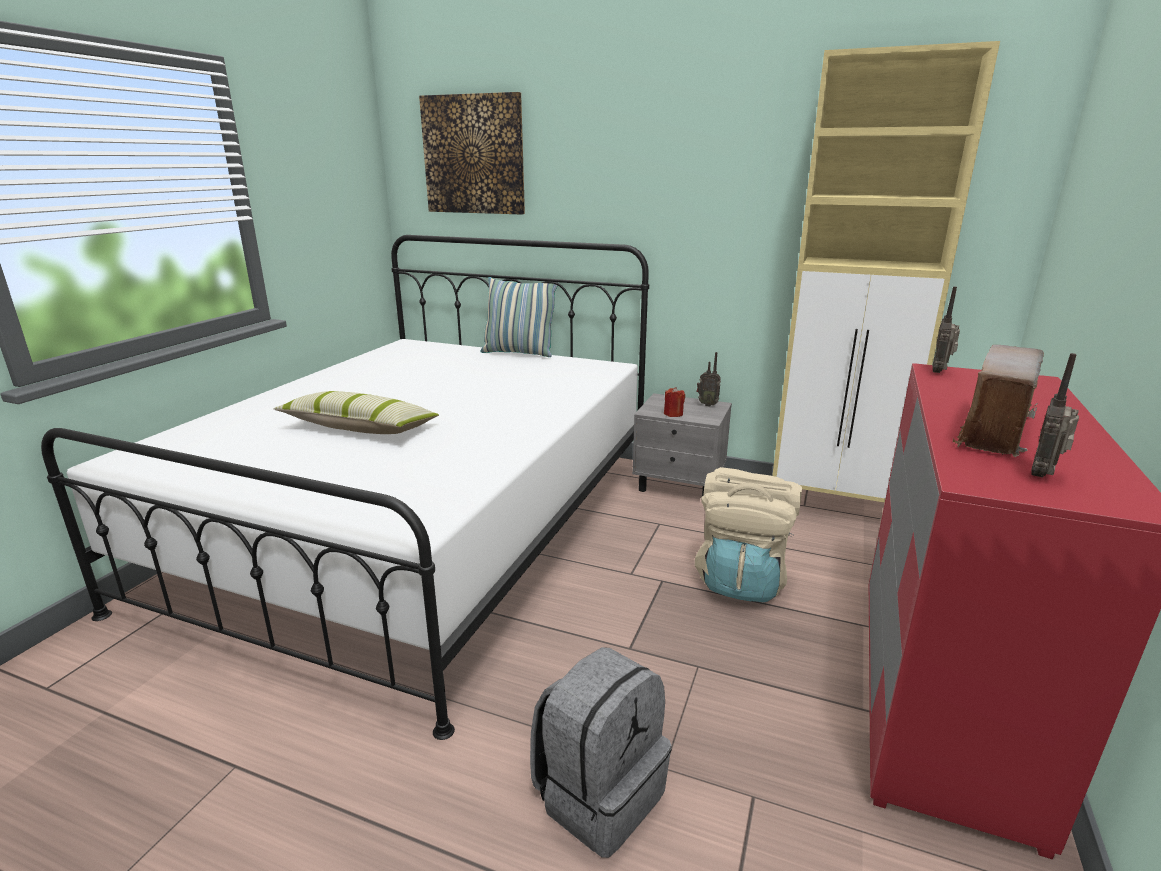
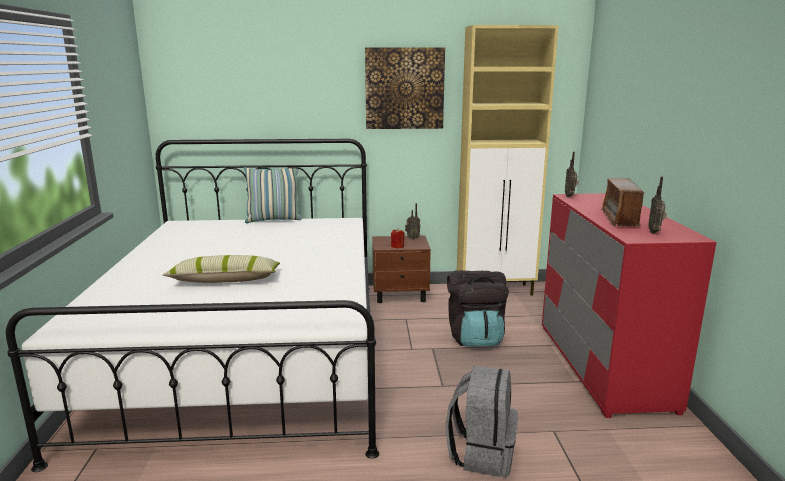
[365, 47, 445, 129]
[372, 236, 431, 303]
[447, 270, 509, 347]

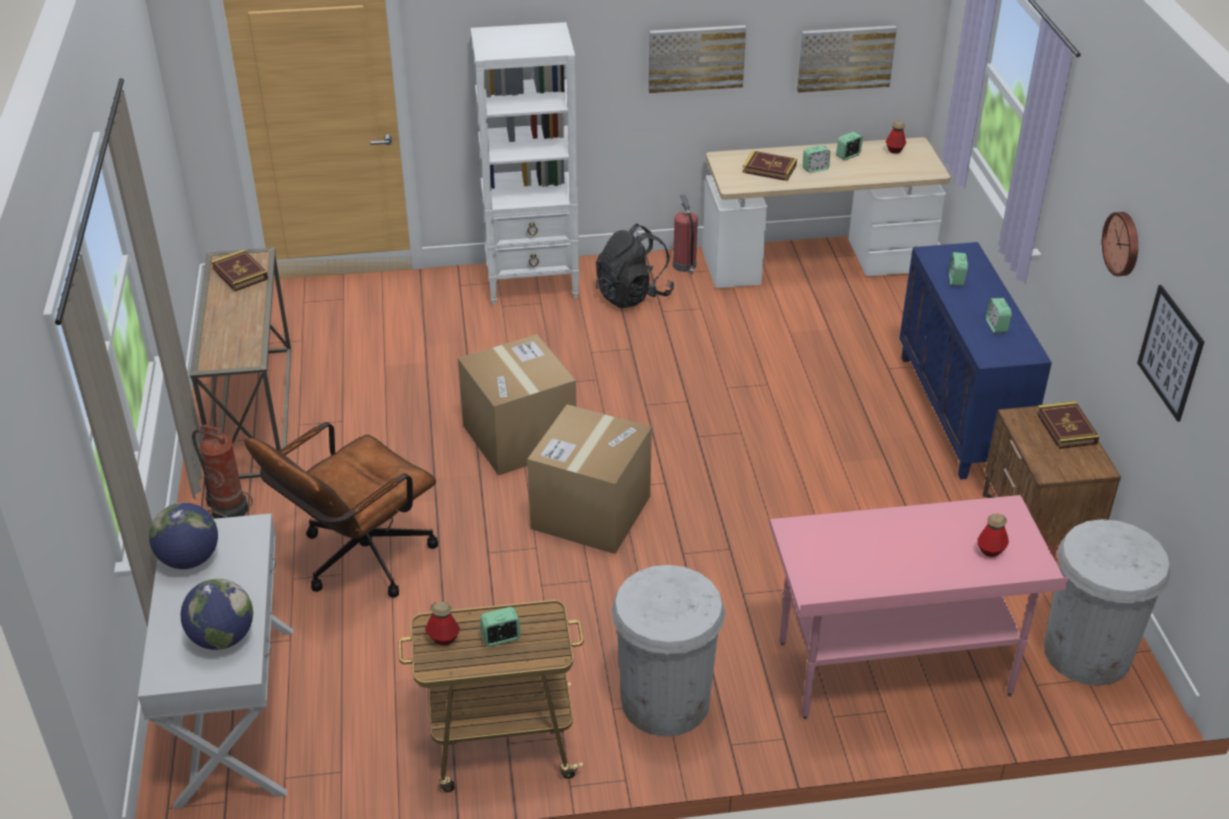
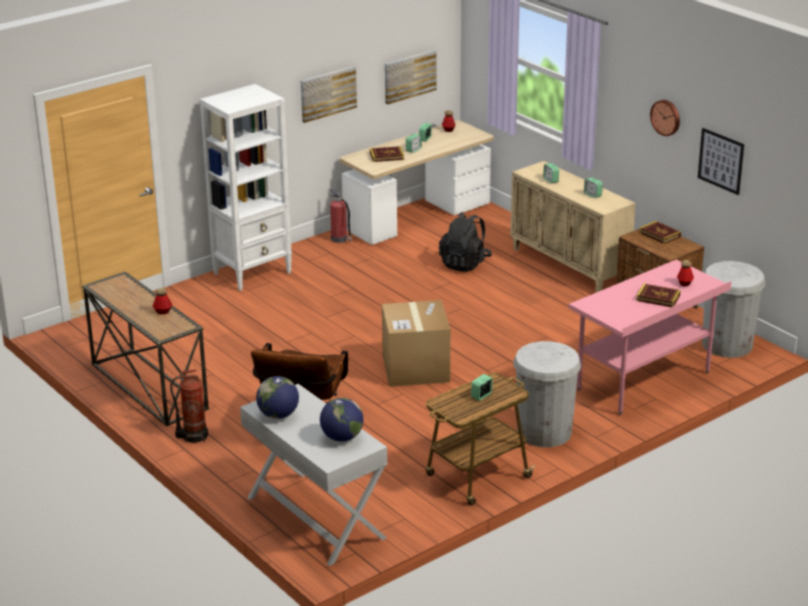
[439, 212, 492, 272]
[510, 161, 636, 292]
[636, 284, 681, 307]
[458, 334, 576, 476] (first image)
[153, 288, 172, 314]

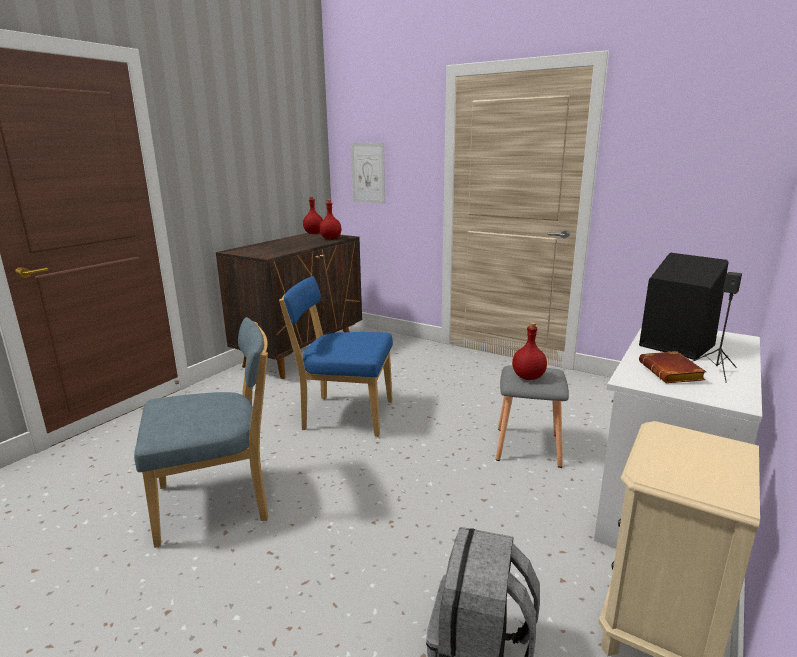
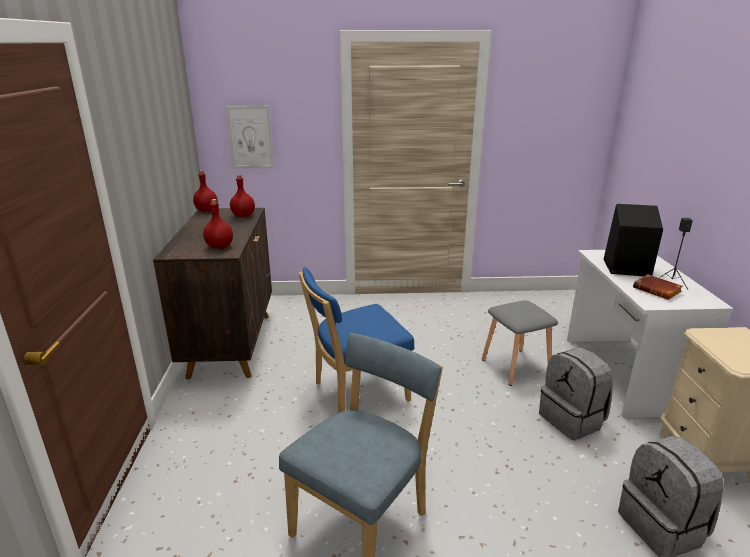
[203, 199, 233, 249]
[539, 347, 613, 440]

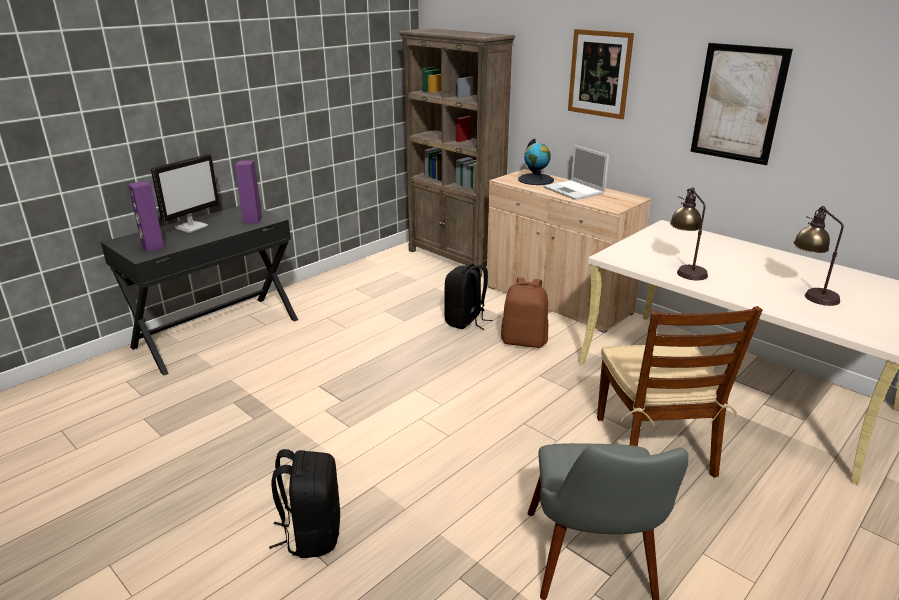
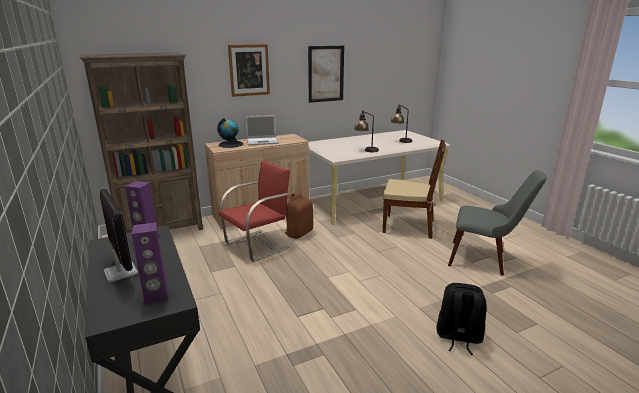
[219, 161, 290, 262]

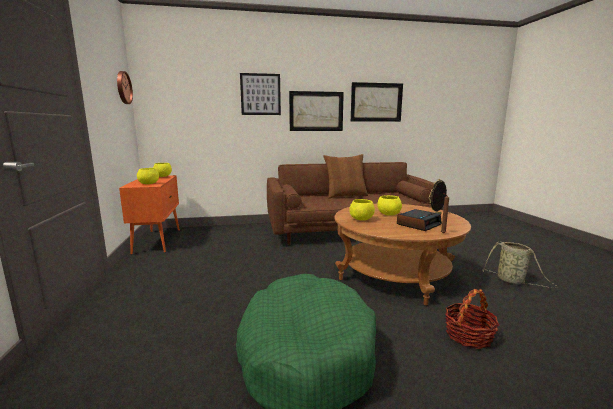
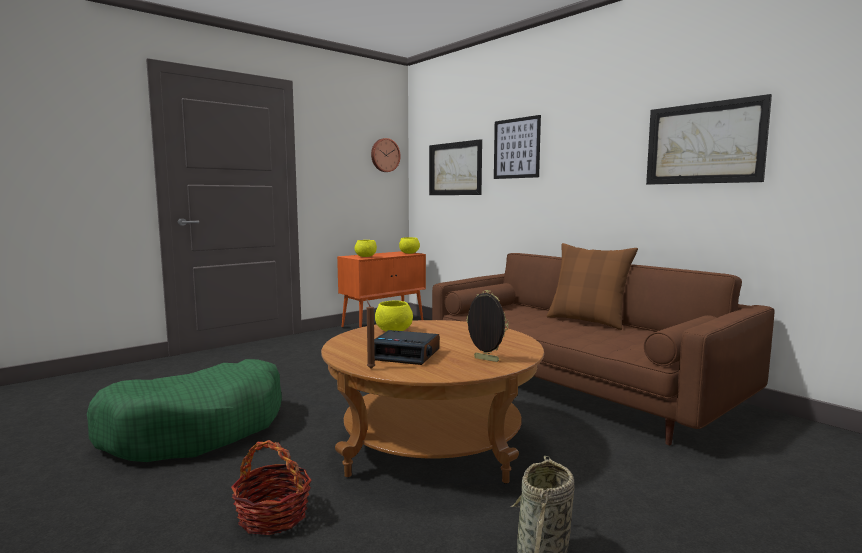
[429, 139, 482, 195]
[377, 195, 402, 216] (first image)

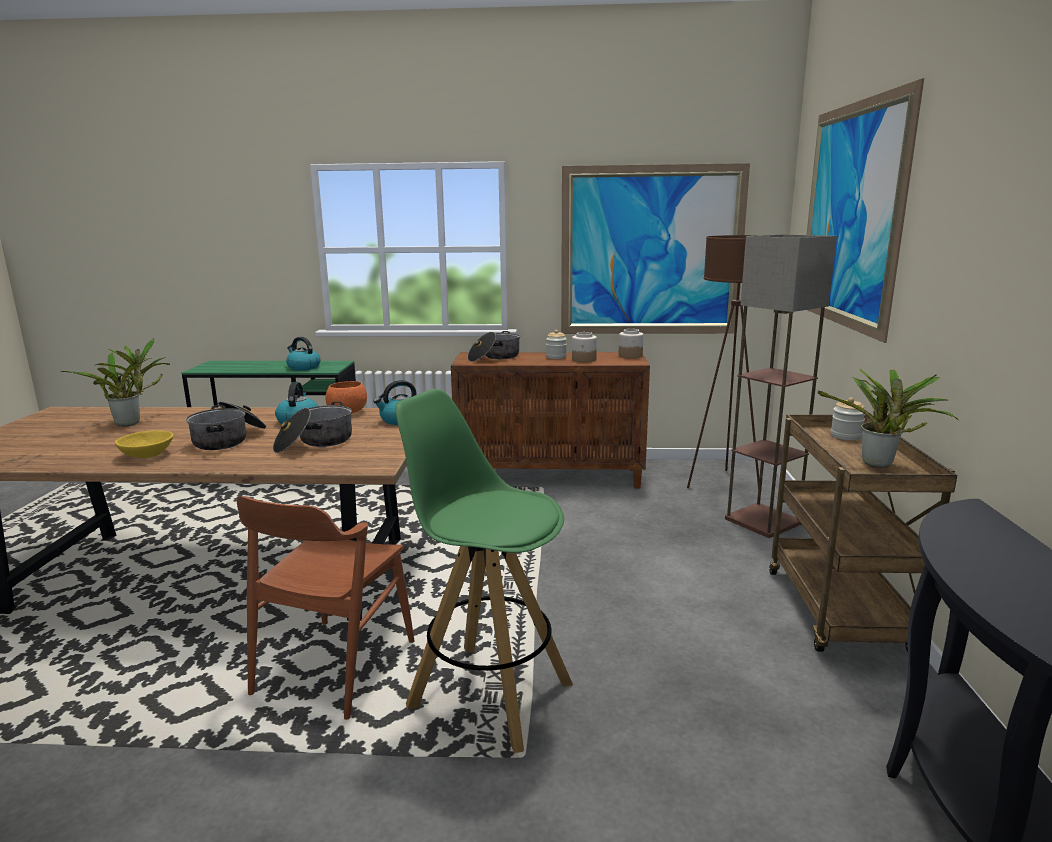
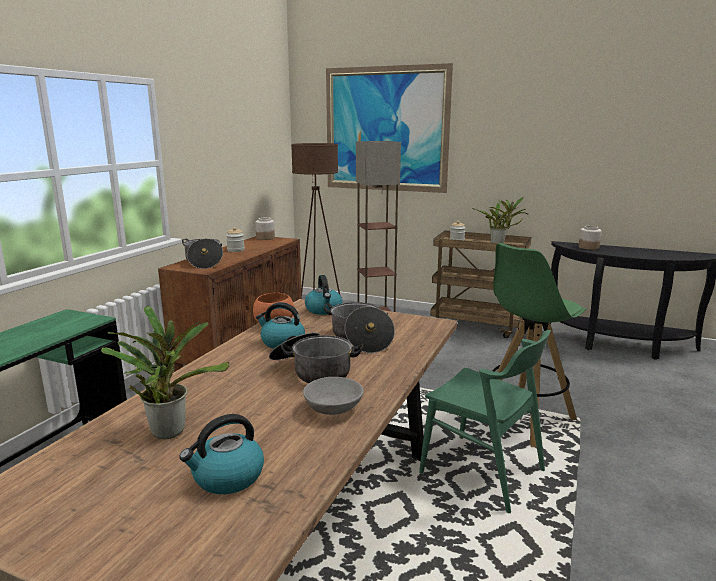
[561, 163, 750, 334] (first image)
[579, 226, 602, 250]
[179, 414, 264, 494]
[303, 377, 364, 415]
[419, 330, 551, 513]

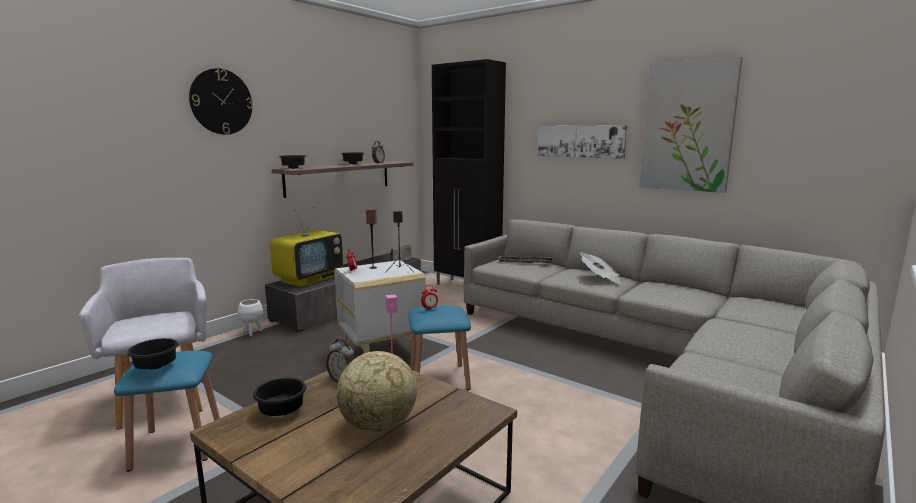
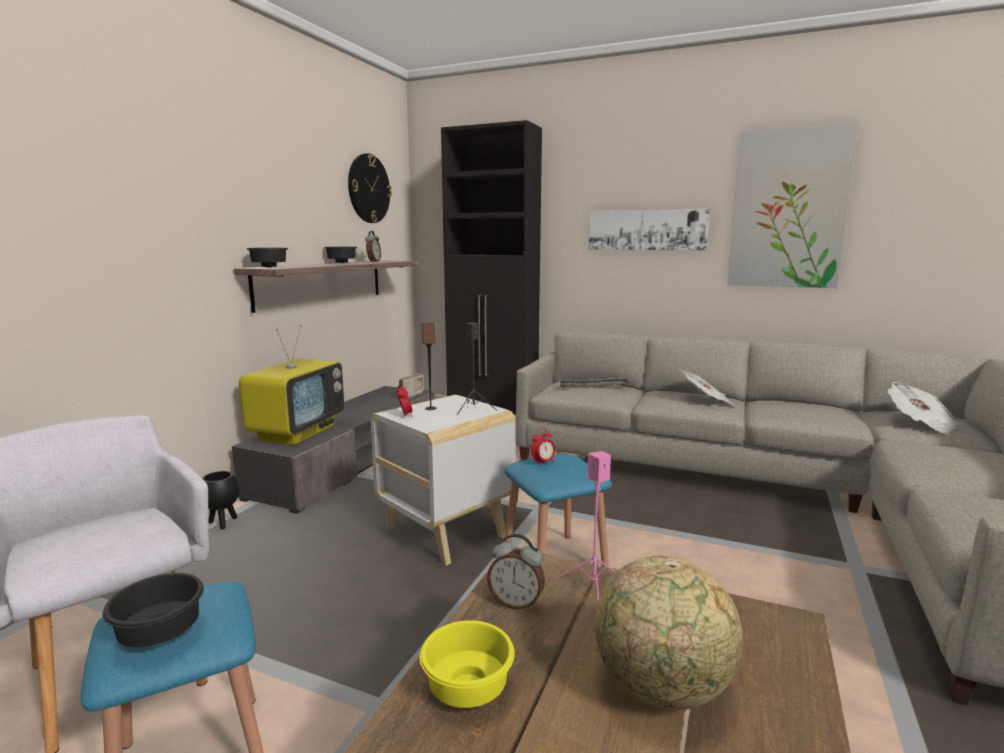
[348, 153, 392, 223]
[202, 471, 240, 530]
[420, 620, 515, 708]
[888, 382, 959, 434]

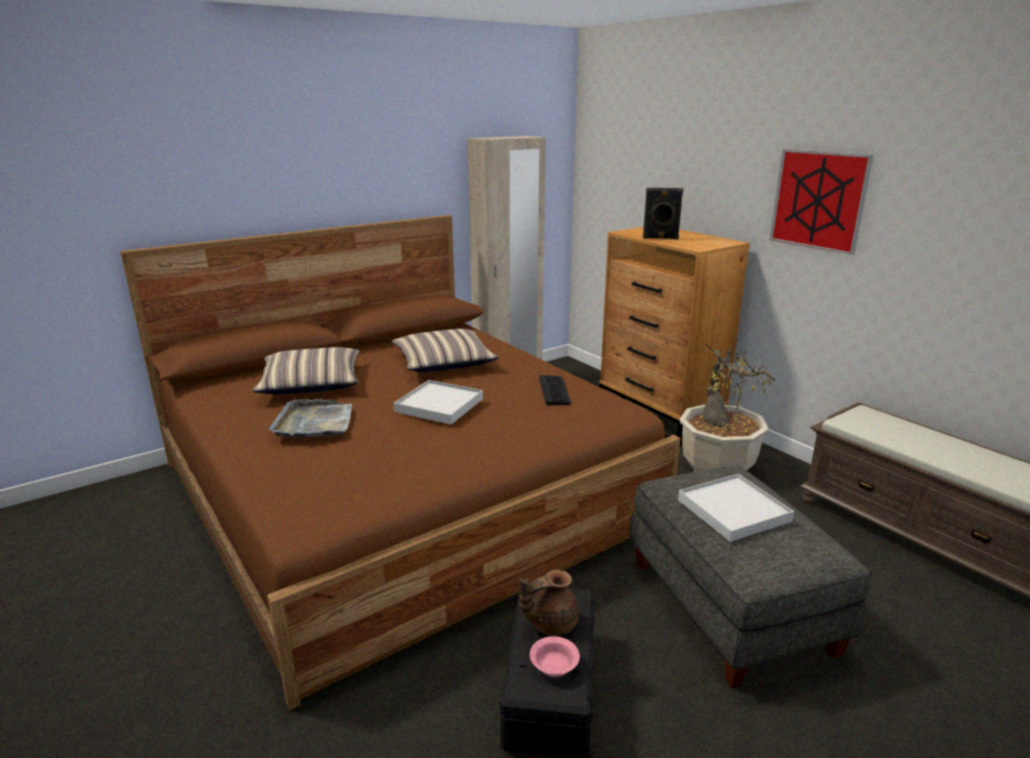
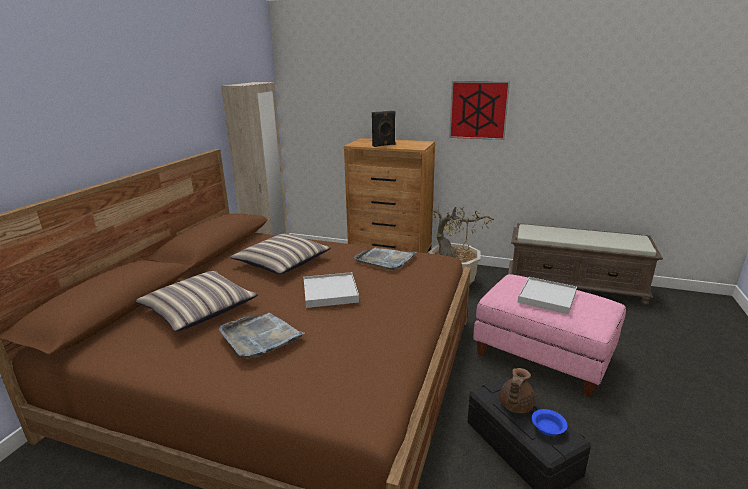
[354, 248, 416, 271]
[473, 274, 626, 397]
[532, 409, 568, 436]

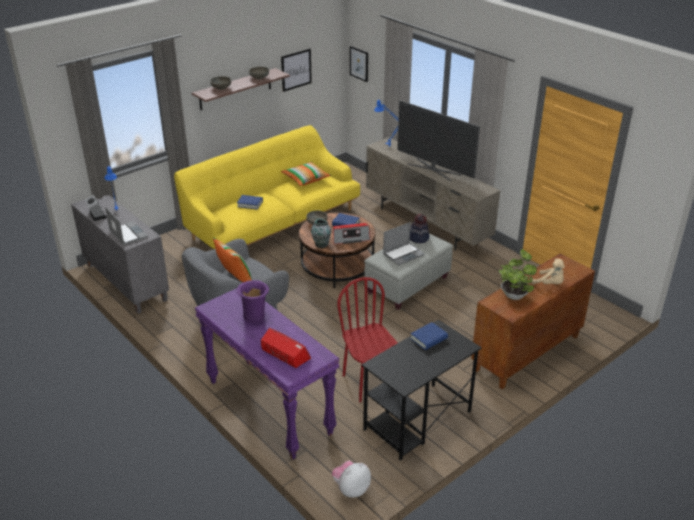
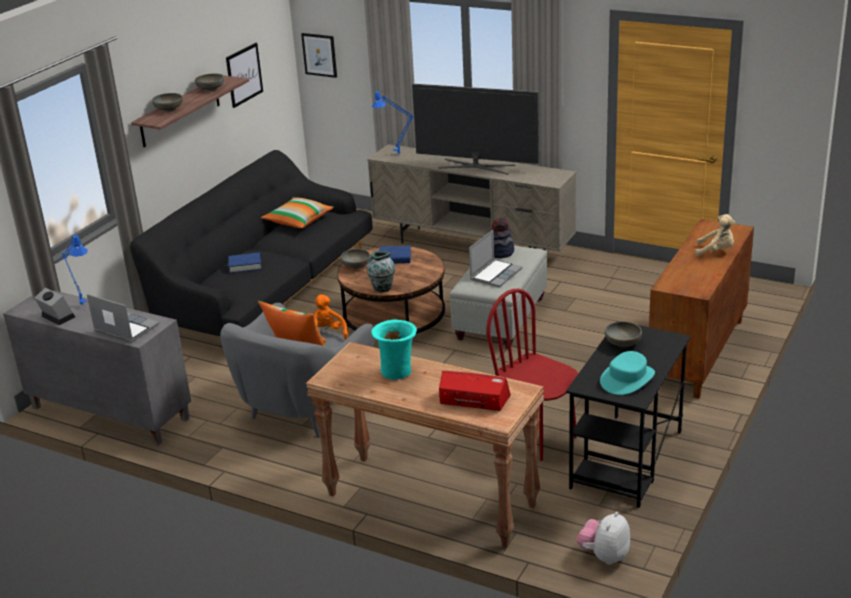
[130, 150, 373, 336]
[333, 223, 370, 244] (first image)
[499, 249, 537, 300] (first image)
[371, 320, 417, 380]
[306, 342, 544, 548]
[605, 321, 642, 347]
[314, 294, 348, 344]
[600, 351, 655, 395]

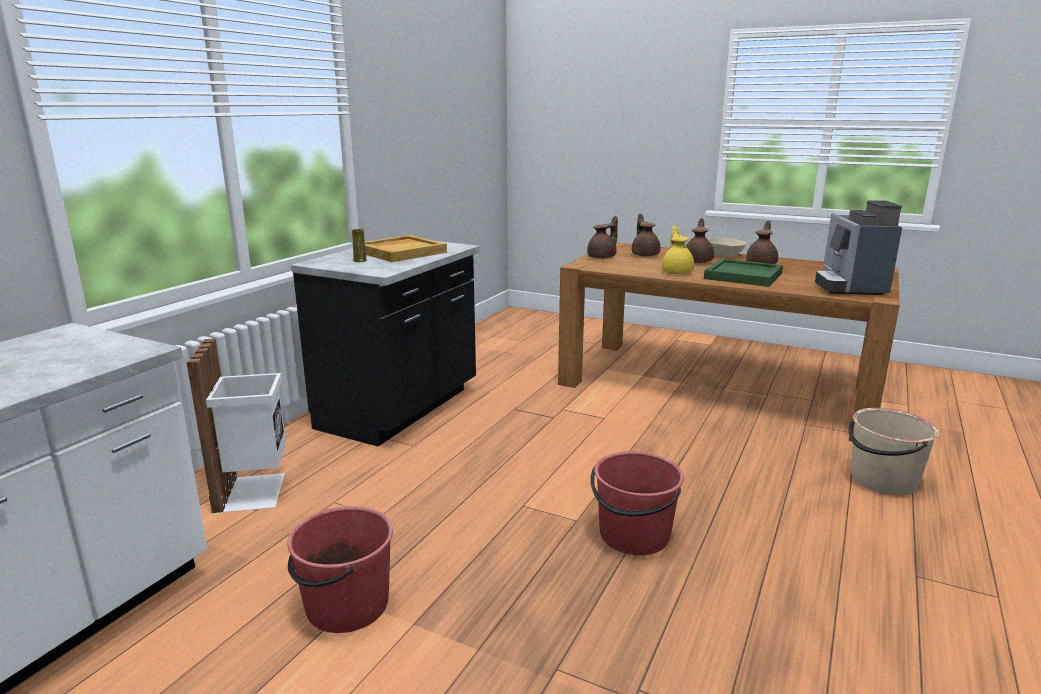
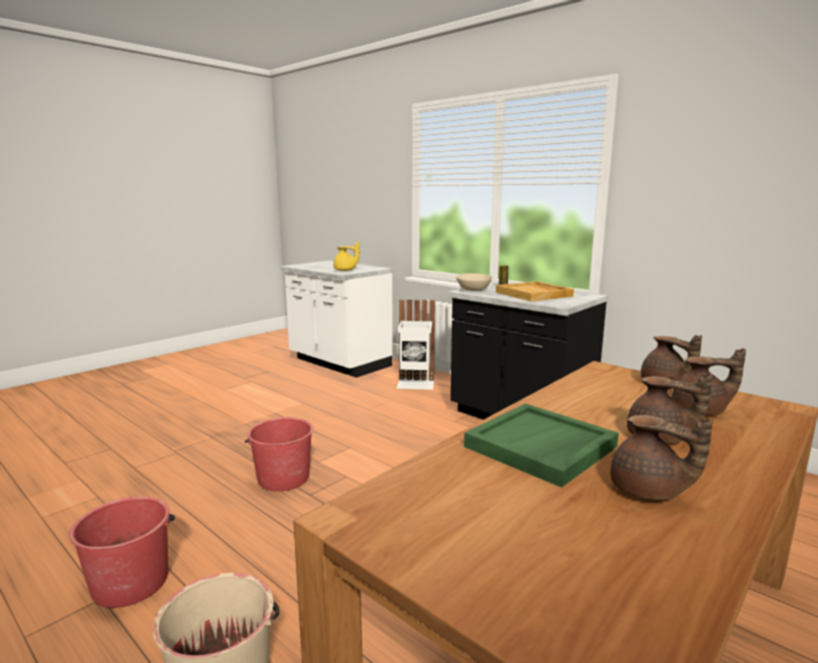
[815, 200, 902, 295] (first image)
[334, 242, 360, 271]
[456, 273, 492, 291]
[69, 496, 175, 608]

